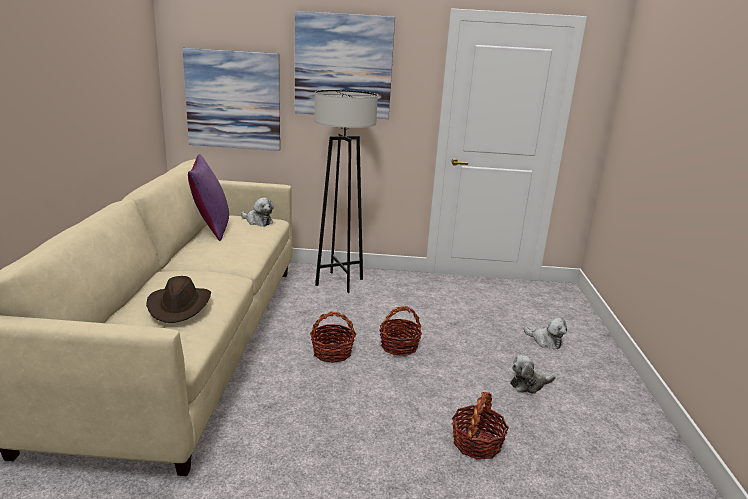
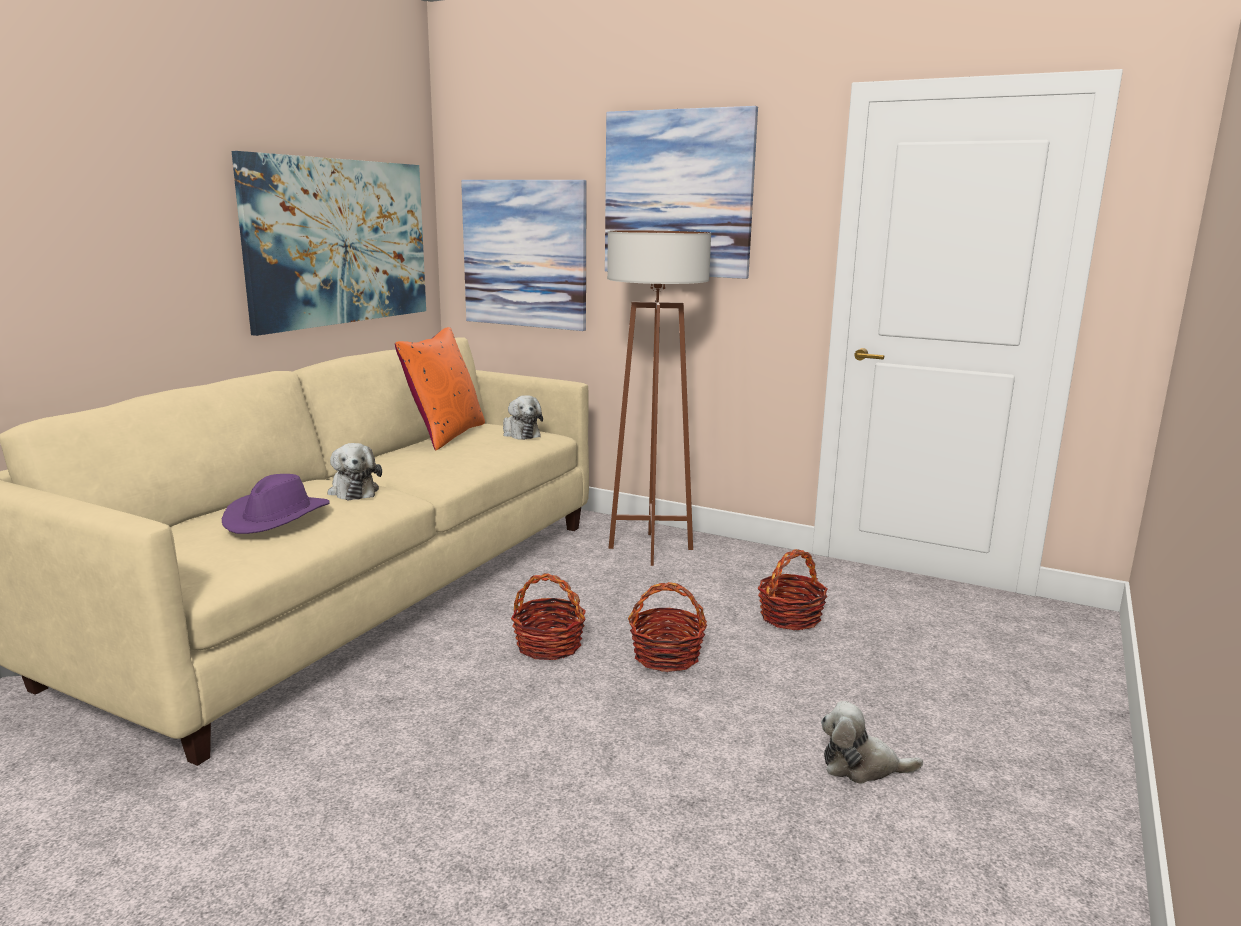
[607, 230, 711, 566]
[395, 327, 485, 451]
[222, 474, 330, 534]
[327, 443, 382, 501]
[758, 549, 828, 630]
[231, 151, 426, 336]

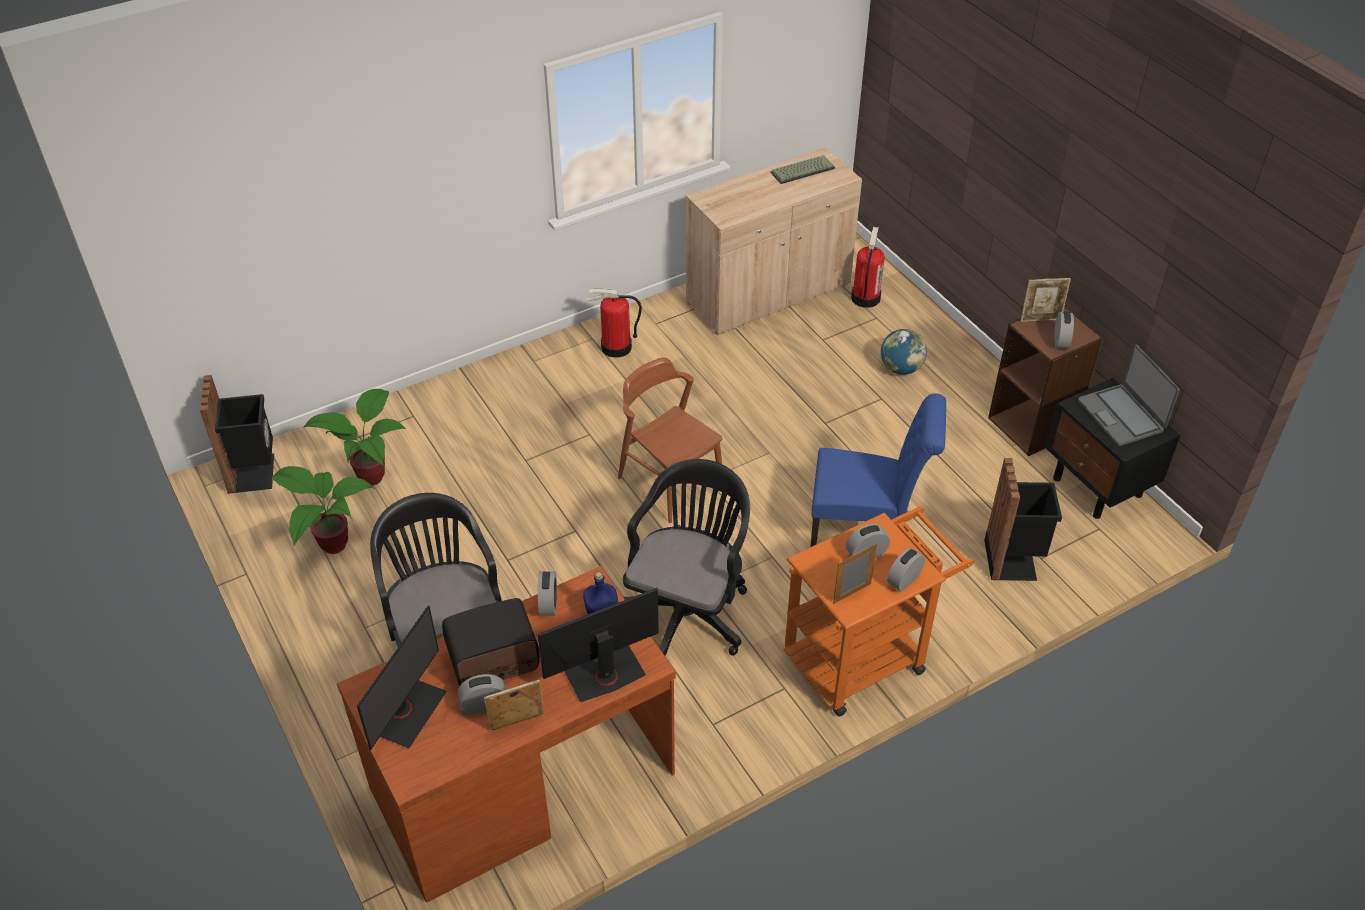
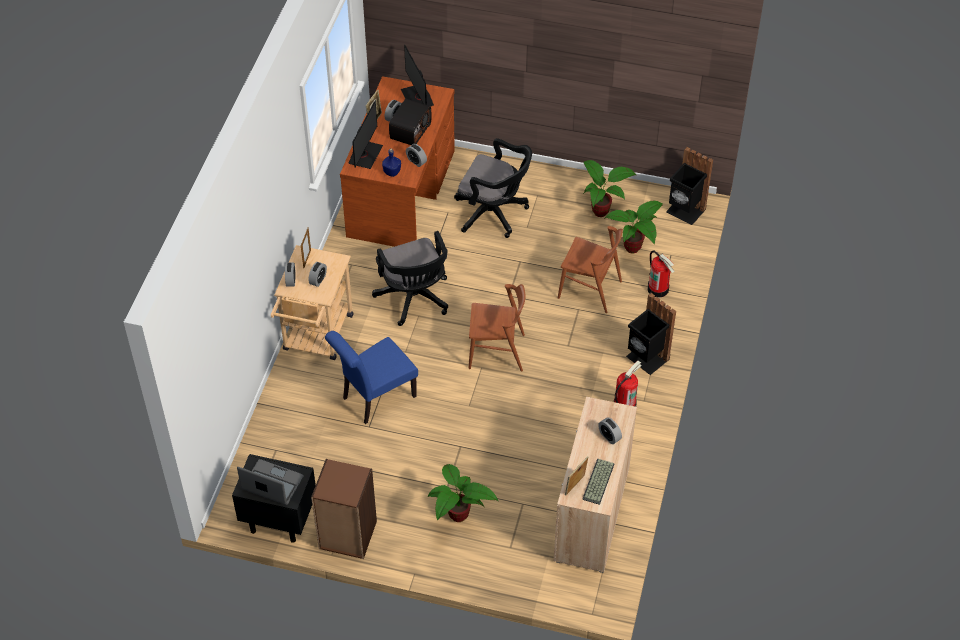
[647, 251, 675, 298]
[565, 456, 588, 496]
[598, 417, 622, 444]
[428, 464, 498, 522]
[626, 293, 676, 375]
[271, 245, 353, 360]
[558, 226, 623, 313]

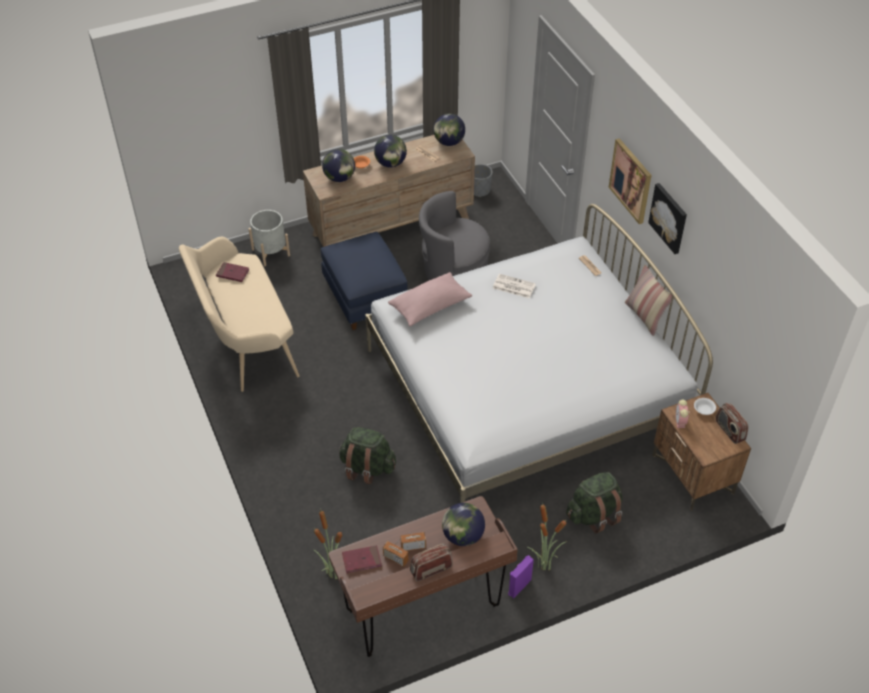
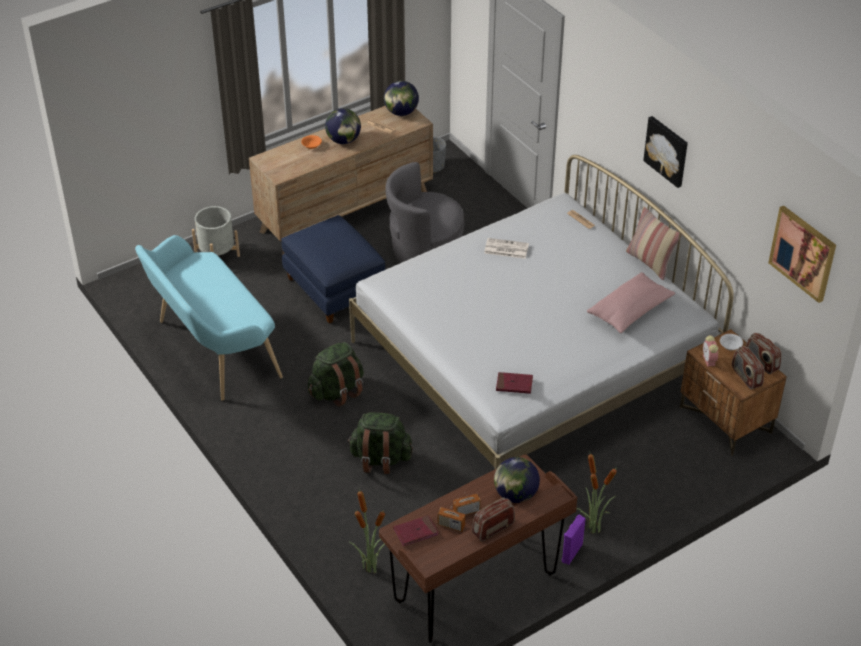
[768, 205, 836, 303]
[322, 149, 355, 182] (first image)
[135, 235, 283, 401]
[496, 372, 533, 394]
[587, 272, 675, 333]
[308, 342, 364, 407]
[732, 346, 764, 390]

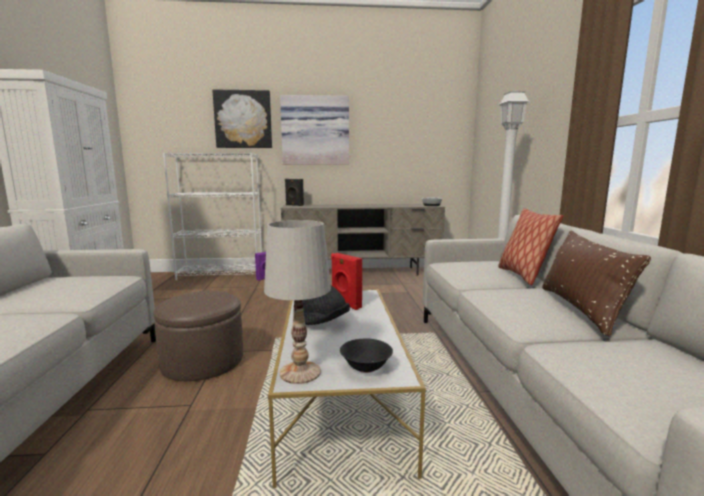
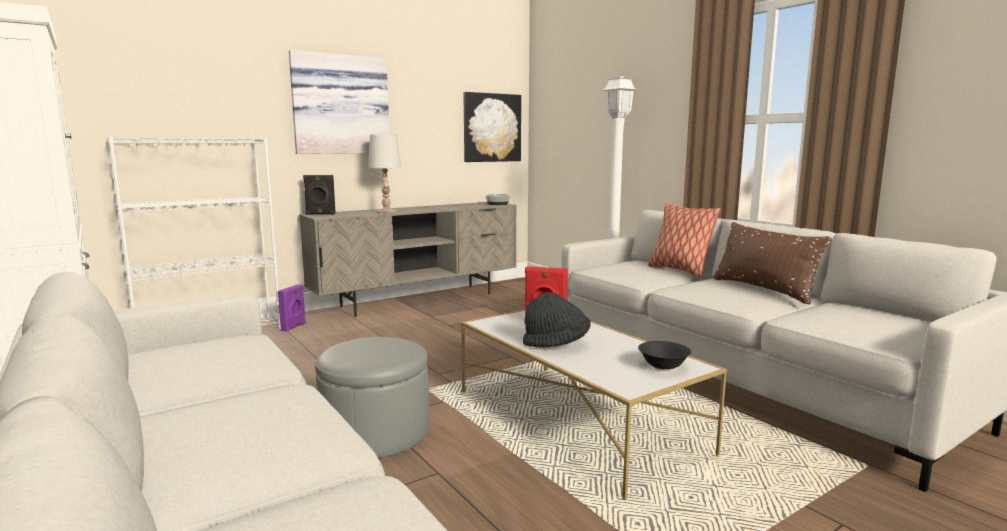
[463, 92, 521, 162]
[368, 135, 401, 213]
[315, 337, 429, 458]

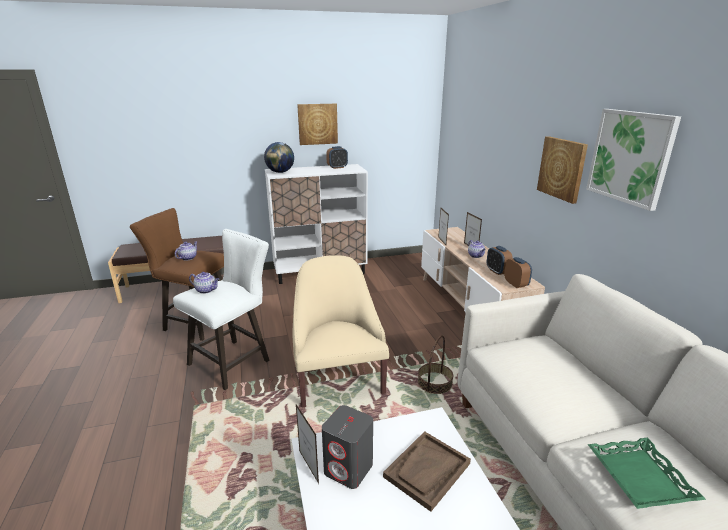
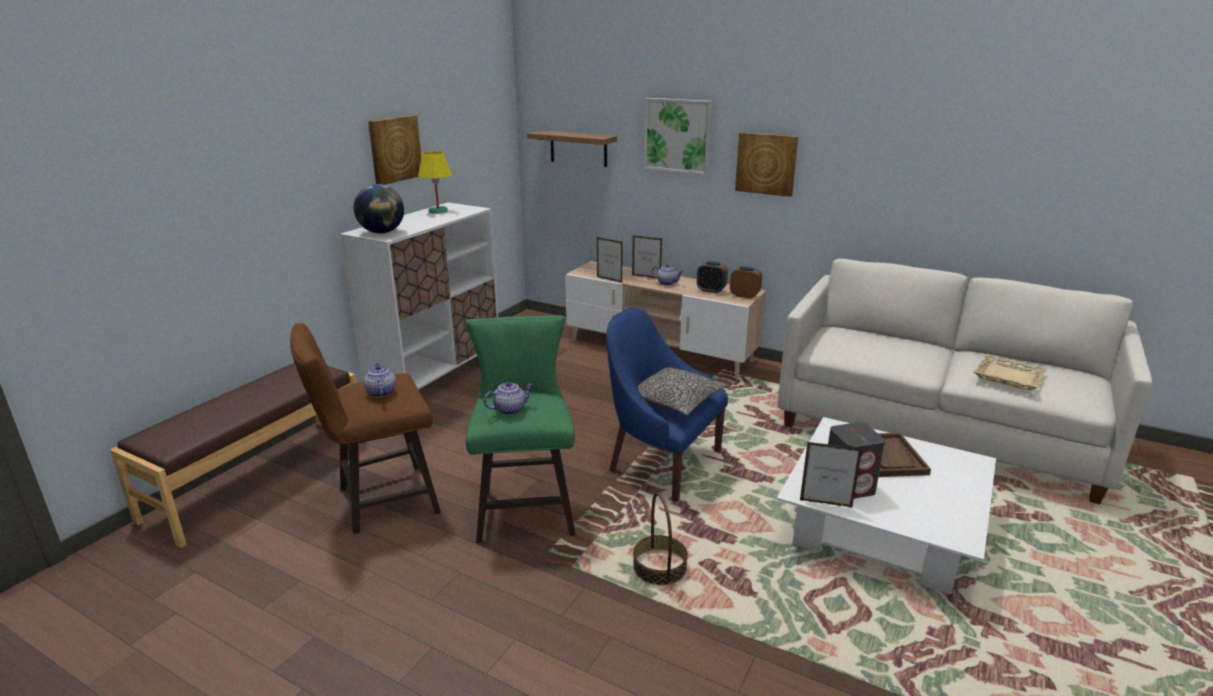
[644, 98, 712, 175]
[418, 151, 452, 214]
[466, 315, 576, 543]
[606, 308, 728, 501]
[633, 492, 688, 585]
[973, 354, 1047, 390]
[527, 130, 617, 167]
[638, 367, 727, 416]

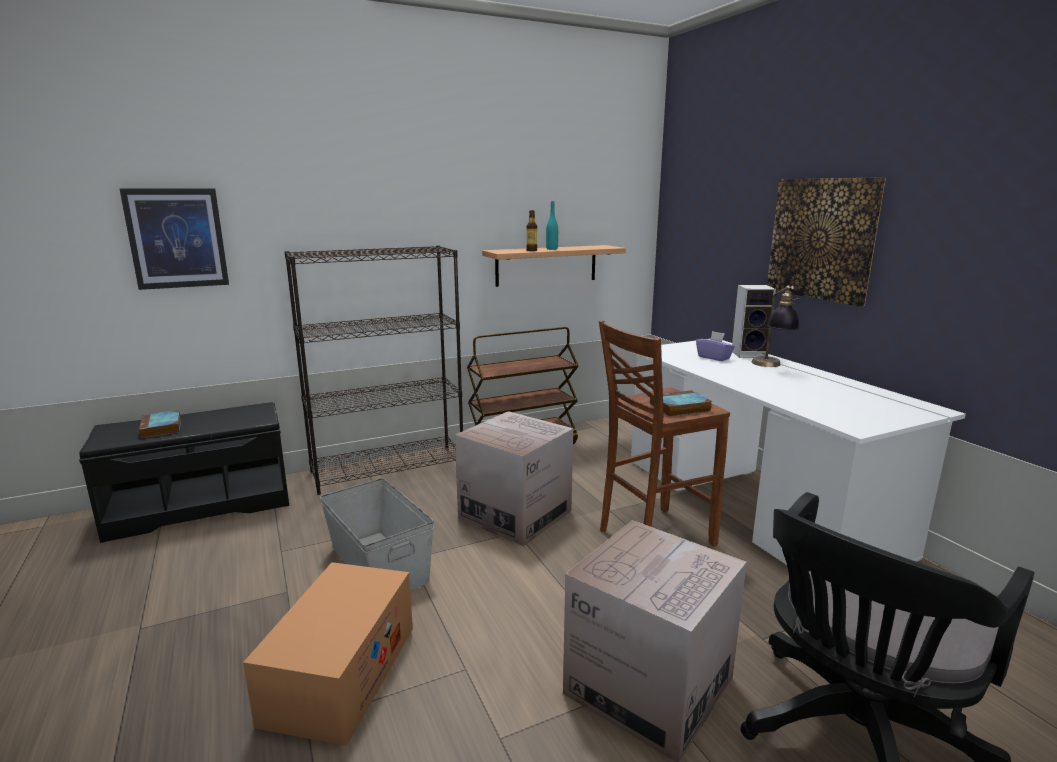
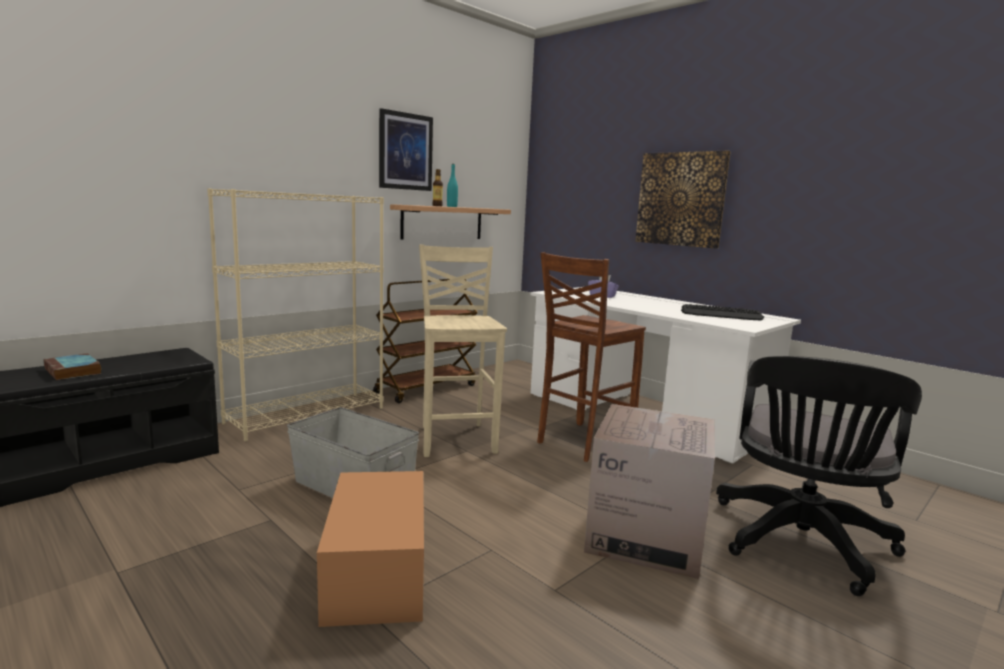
[379, 108, 433, 191]
[207, 188, 384, 442]
[732, 285, 776, 358] (first image)
[751, 285, 800, 367] (first image)
[650, 390, 711, 417] (first image)
[419, 244, 507, 457]
[681, 304, 764, 321]

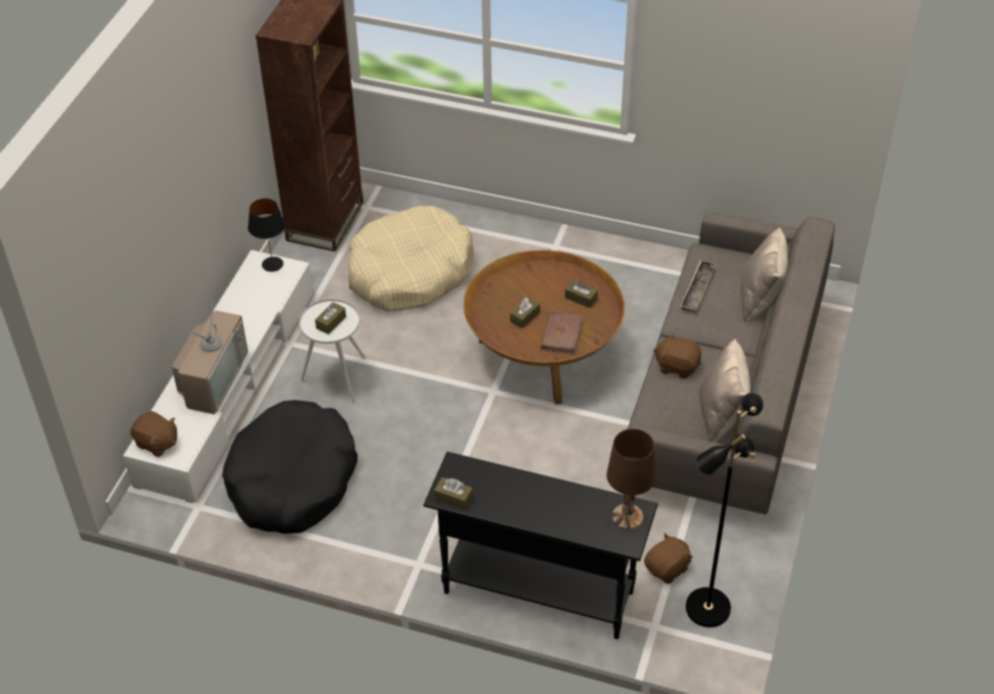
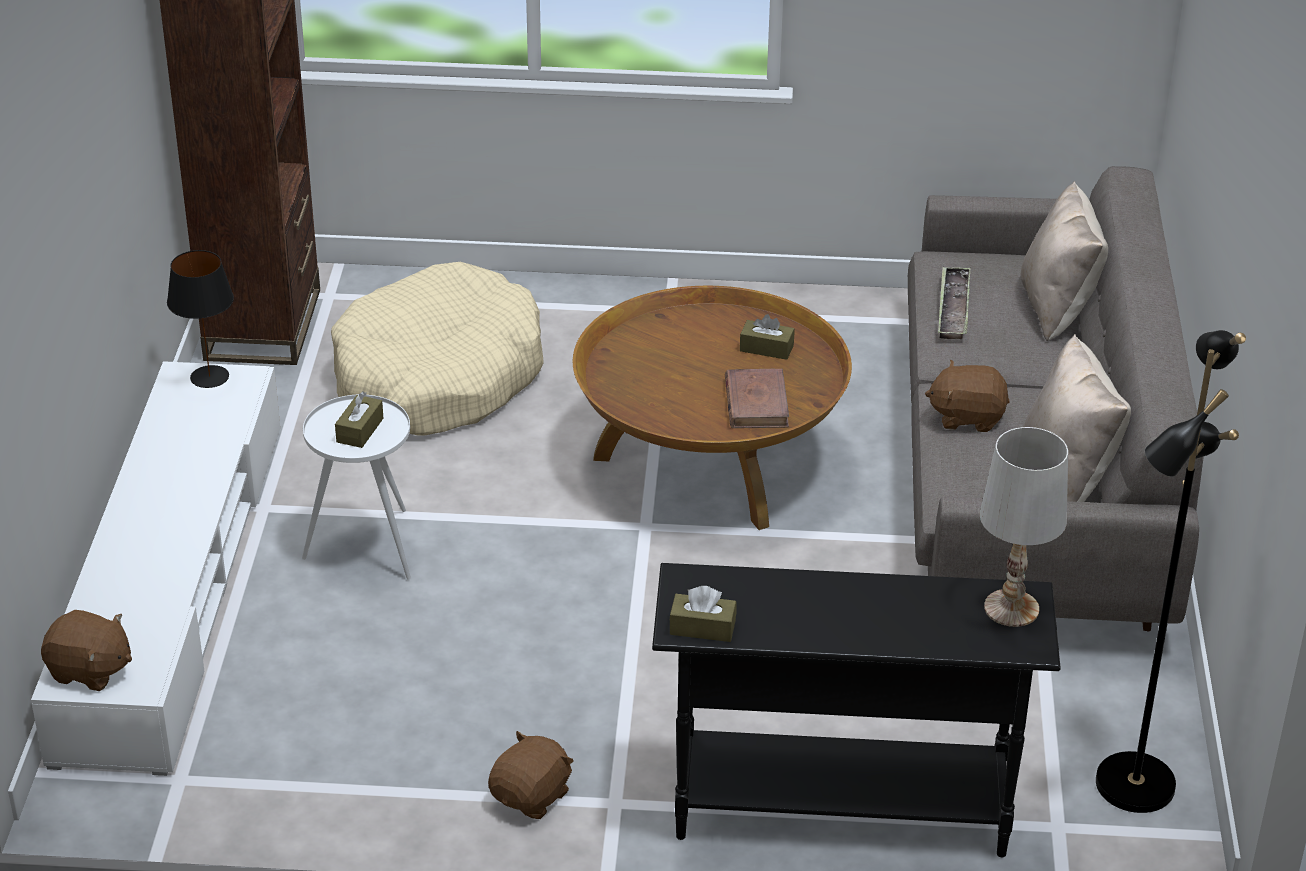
[172, 292, 248, 415] (first image)
[510, 297, 540, 329] (first image)
[222, 400, 358, 534] (first image)
[980, 427, 1068, 627]
[488, 731, 574, 819]

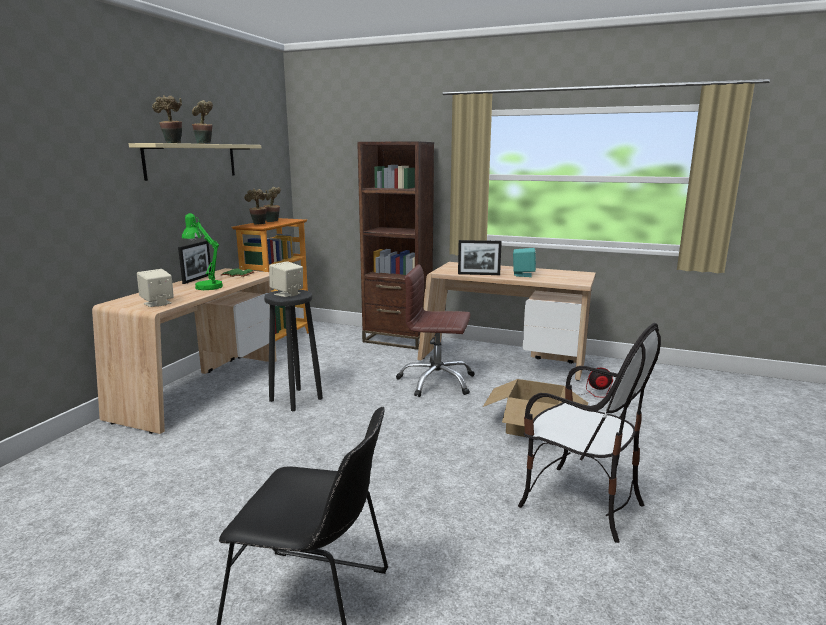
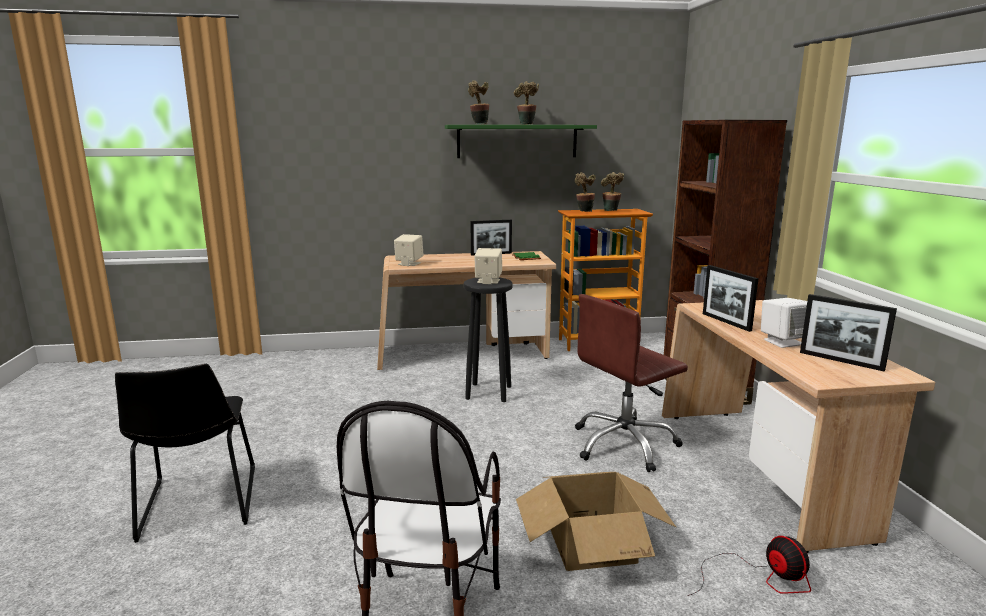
[445, 125, 597, 158]
[182, 213, 223, 290] (first image)
[761, 298, 807, 348]
[575, 294, 688, 472]
[800, 294, 897, 371]

